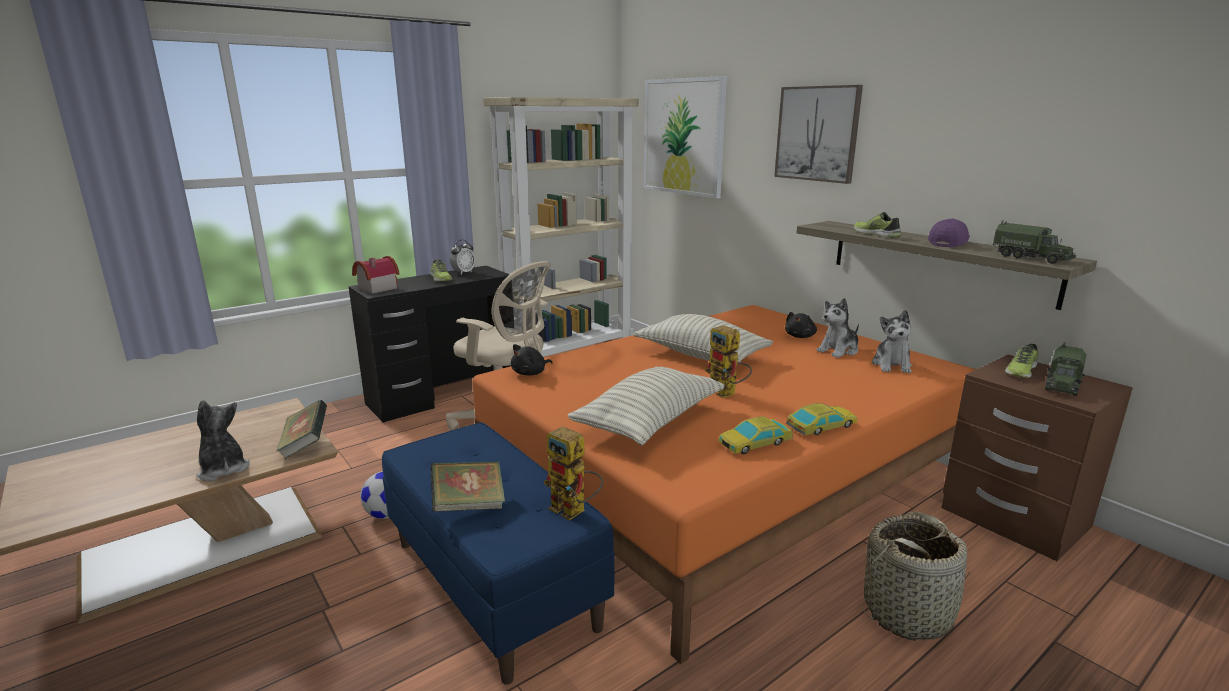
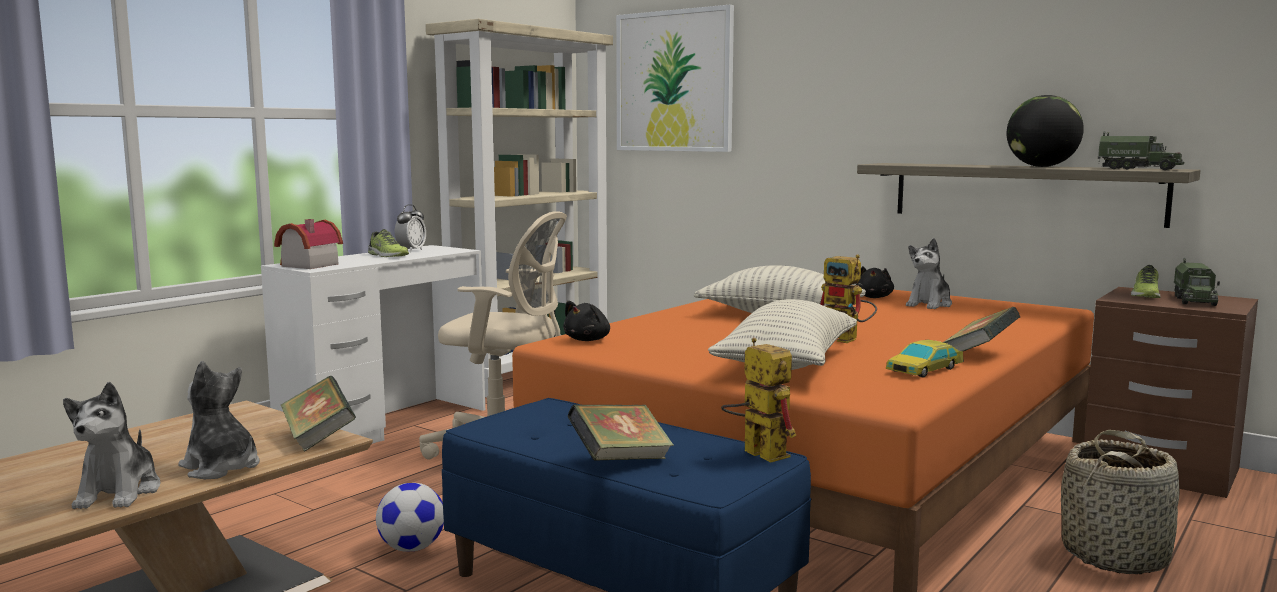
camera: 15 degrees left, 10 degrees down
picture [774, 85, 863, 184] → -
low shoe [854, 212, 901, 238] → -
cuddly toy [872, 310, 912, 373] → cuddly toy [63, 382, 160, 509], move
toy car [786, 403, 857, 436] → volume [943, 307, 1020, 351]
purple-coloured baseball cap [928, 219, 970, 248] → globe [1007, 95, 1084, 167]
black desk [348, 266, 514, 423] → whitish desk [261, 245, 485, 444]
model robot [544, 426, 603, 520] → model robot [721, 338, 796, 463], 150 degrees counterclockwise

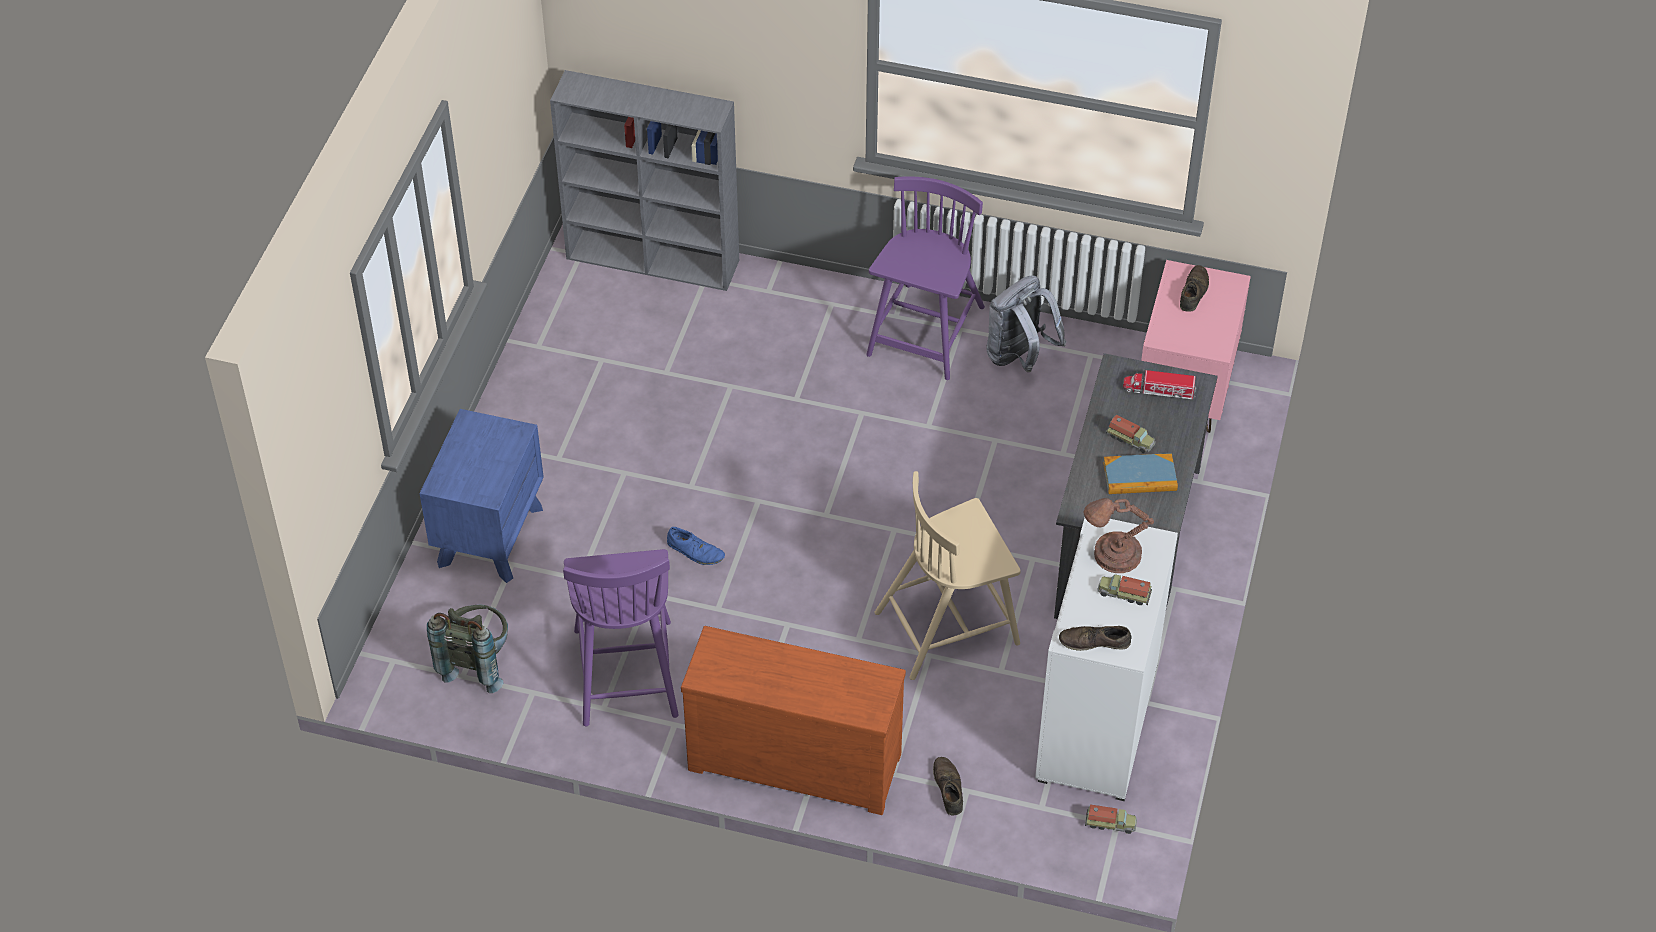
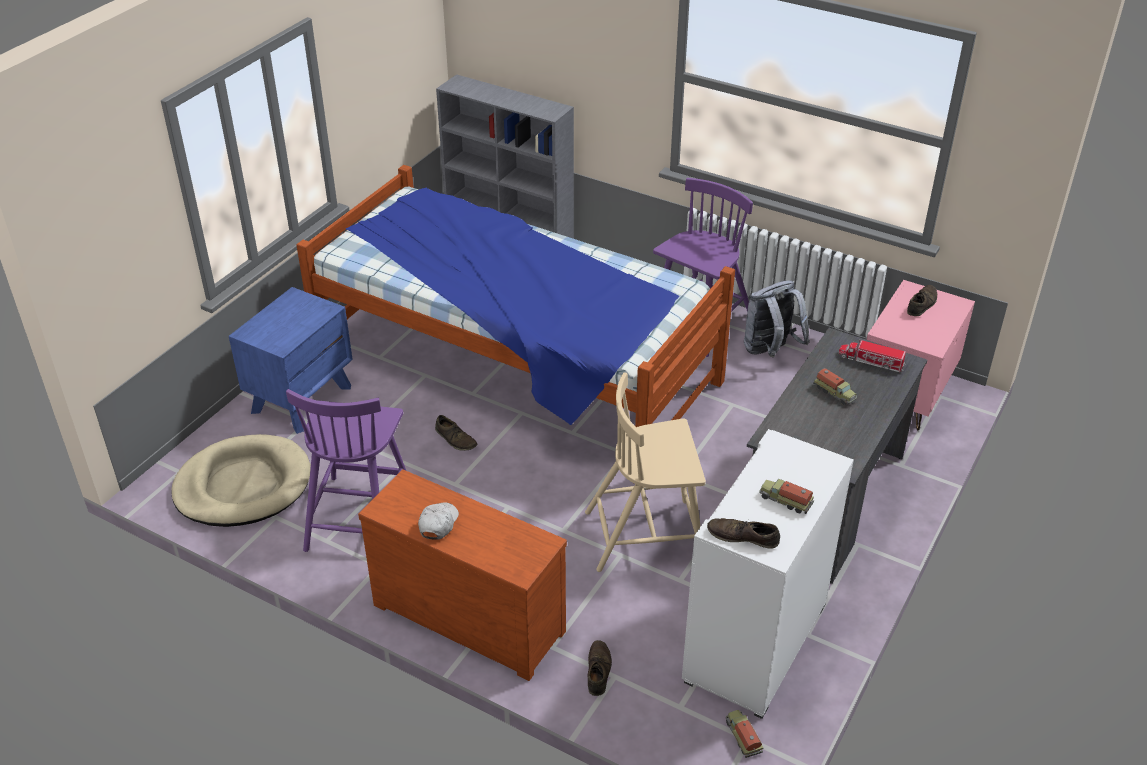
camera: 15 degrees right, 10 degrees down
brownish tabletop lamp [1084, 498, 1154, 573] → -
volume [1103, 453, 1178, 494] → -
- → bedroom bed [297, 165, 735, 427]
- → whitish baseball cap [418, 502, 459, 540]
gray rucksack [427, 605, 508, 693] → sand-coloured pet bed [172, 434, 311, 527]
blue-coloured low shoe [667, 527, 725, 565] → brownish low shoe [435, 415, 477, 451]
toy truck [1085, 804, 1137, 834] → toy truck [726, 710, 763, 758], 135 degrees counterclockwise

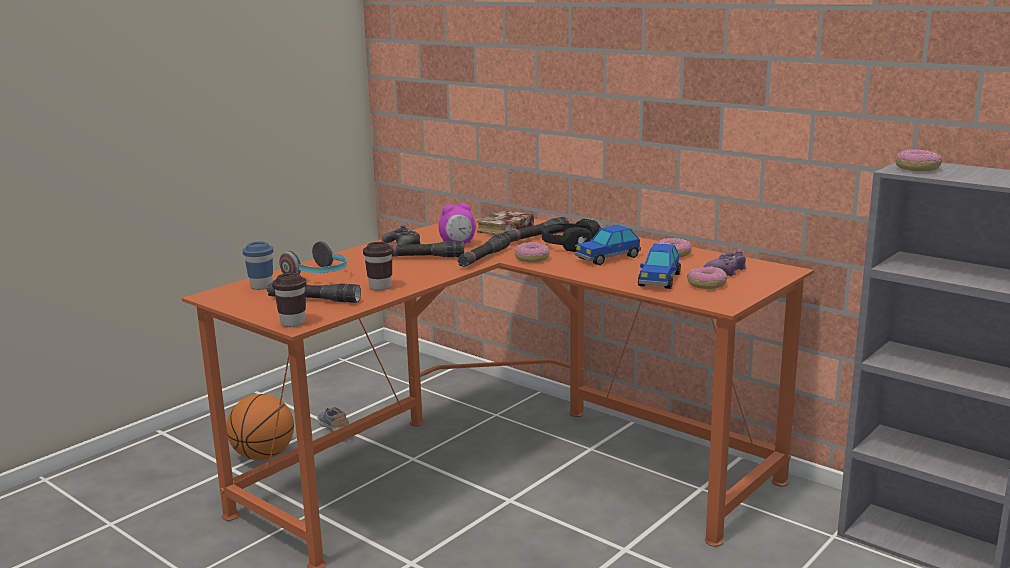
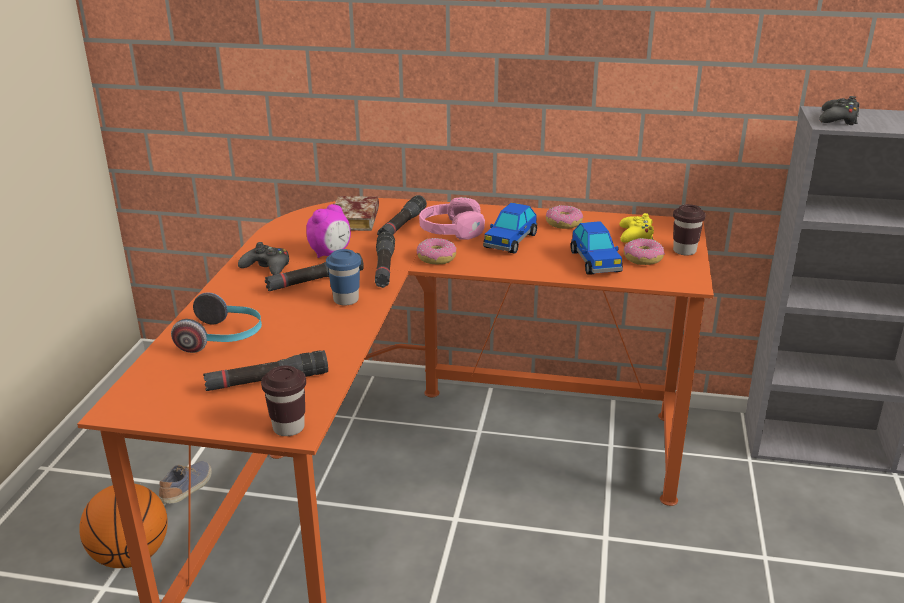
camera: 30 degrees left, 10 degrees up
blue-coloured small cup [242, 241, 273, 290] → blue-coloured small cup [326, 249, 361, 305], move
brownish small cup [363, 242, 393, 291] → brownish small cup [673, 204, 706, 255], move
ring doughnut [896, 149, 942, 171] → black game controller [819, 96, 860, 125]
black pair of headphones [542, 218, 601, 252] → pink-coloured pair of headphones [419, 197, 485, 240]
purple-coloured game controller [704, 251, 746, 276] → yellowish game controller [619, 213, 654, 243]
low shoe [317, 407, 349, 431] → low shoe [159, 461, 212, 504], 75 degrees clockwise

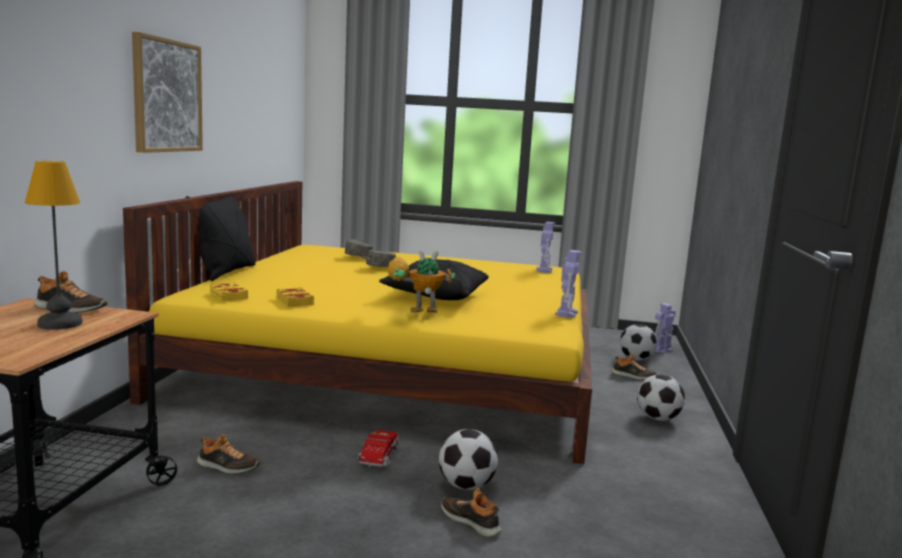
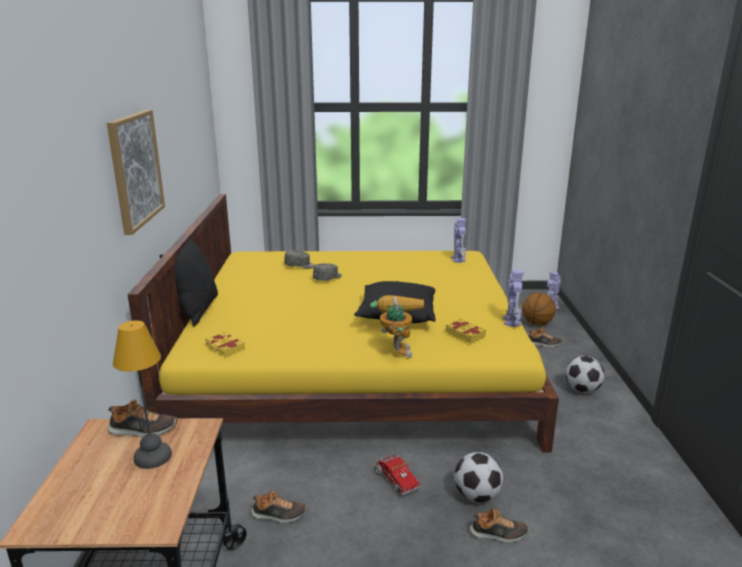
camera: 10 degrees left, 10 degrees up
yellowish volume [276, 287, 314, 307] → yellowish volume [446, 319, 486, 343], move
football [620, 324, 657, 361] → basketball [522, 293, 556, 325]
toy truck [358, 430, 399, 467] → toy truck [375, 455, 420, 495], 150 degrees clockwise
model robot [387, 250, 455, 313] → model robot [370, 295, 424, 358], 105 degrees clockwise
low shoe [441, 488, 502, 537] → low shoe [470, 509, 529, 542], 150 degrees clockwise

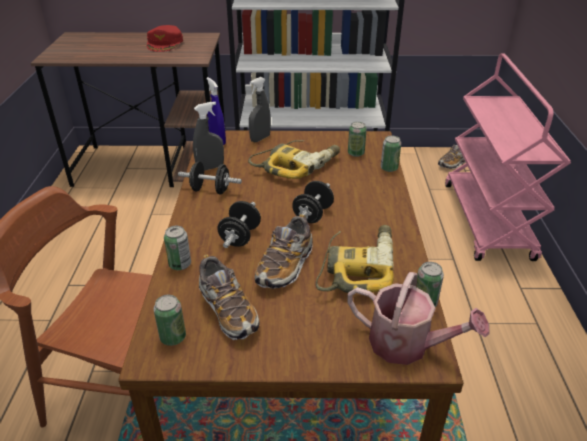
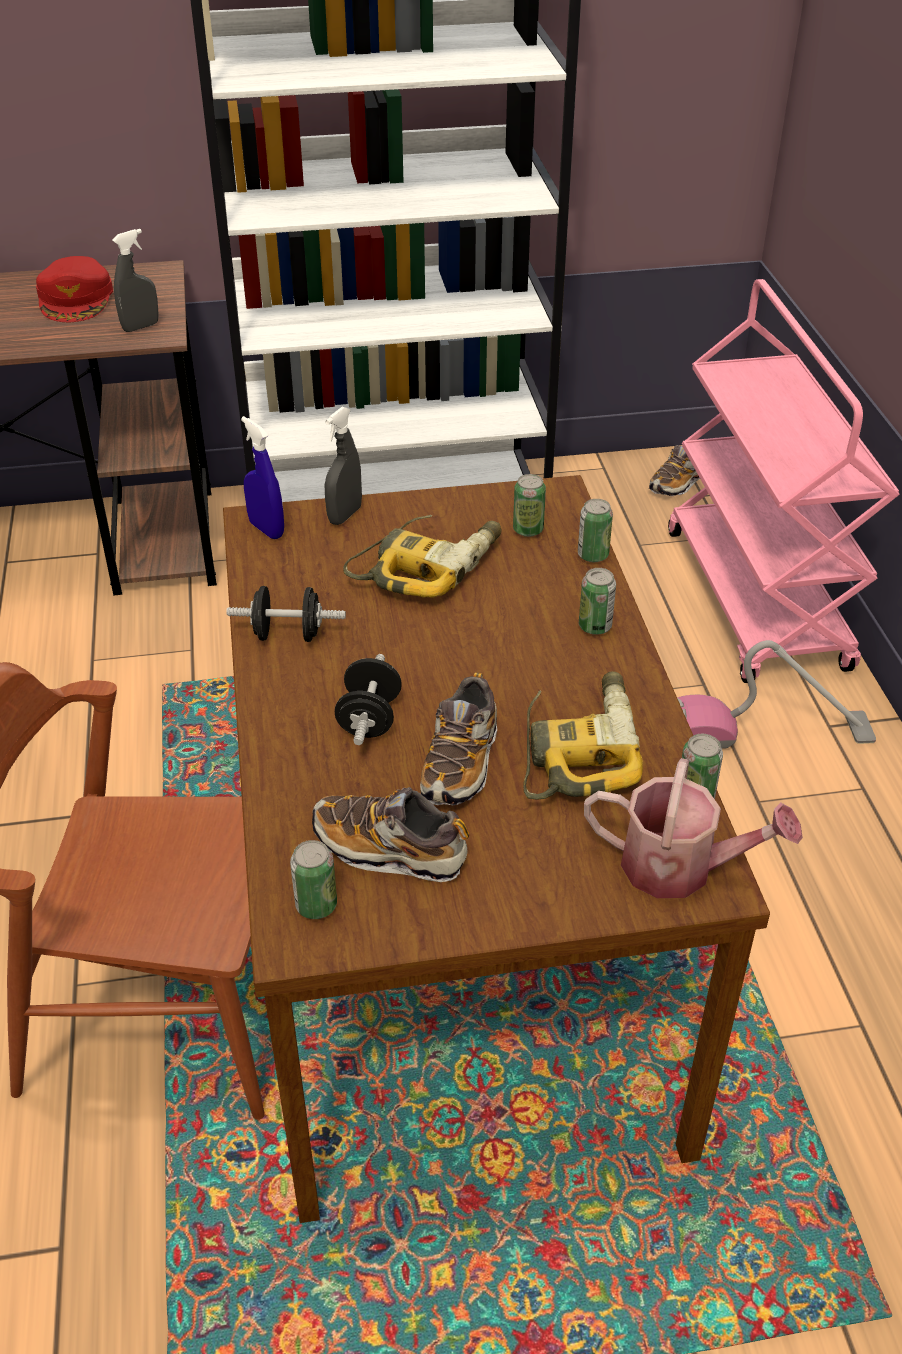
camera: 10 degrees left, 5 degrees up
black dumbbell [292, 181, 334, 223] → -
- → vacuum [677, 640, 876, 749]
sealed can [164, 226, 191, 270] → sealed can [579, 568, 616, 635], move
gray hand sprayer [193, 102, 224, 171] → gray hand sprayer [112, 229, 159, 332], move
low shoe [199, 254, 259, 340] → low shoe [312, 787, 469, 882], 150 degrees clockwise

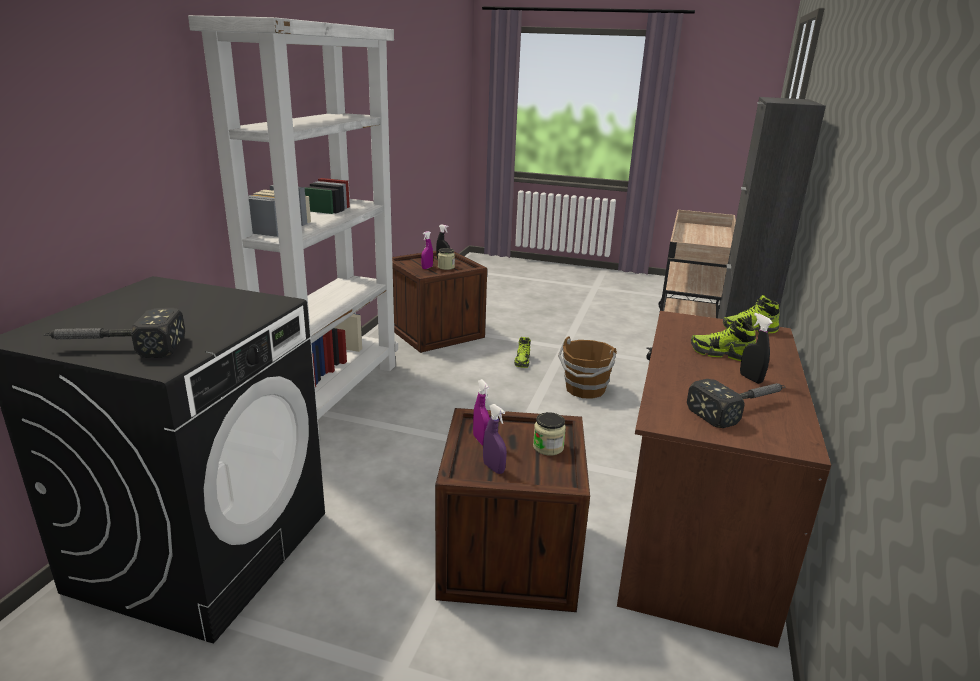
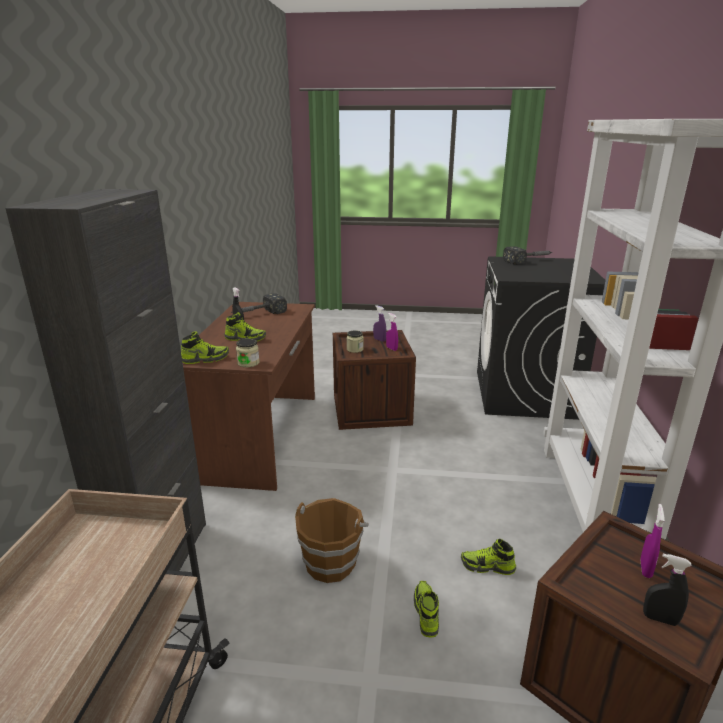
camera: 170 degrees right, 0 degrees up
- → low shoe [461, 539, 516, 575]
jar [438, 248, 455, 270] → jar [236, 338, 260, 367], move

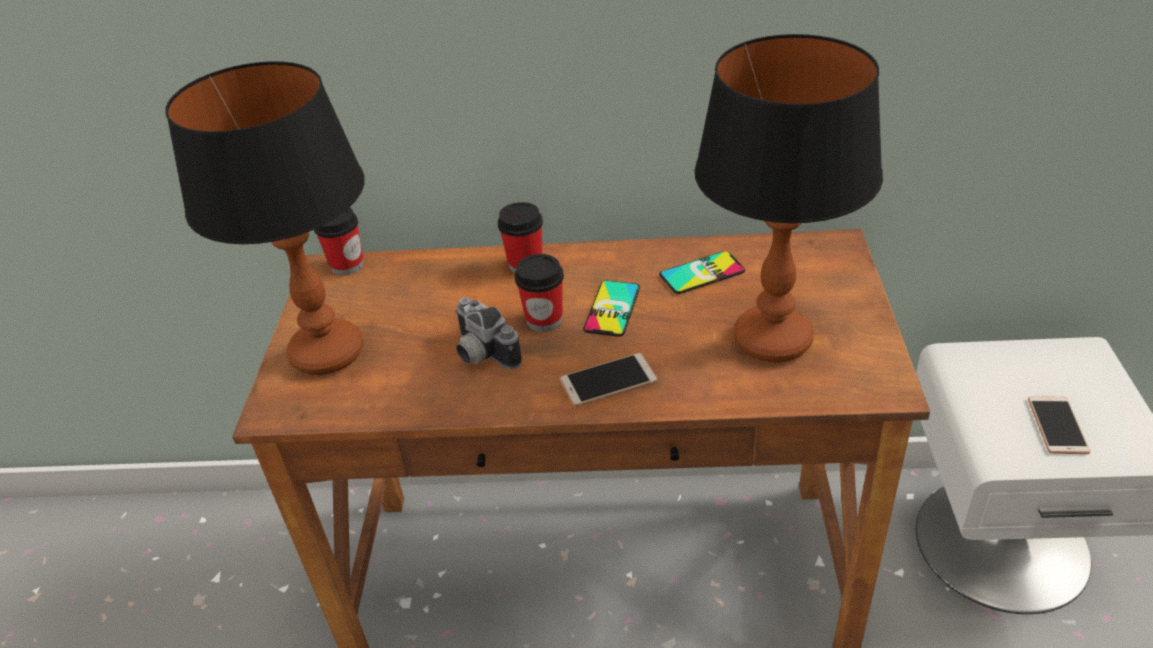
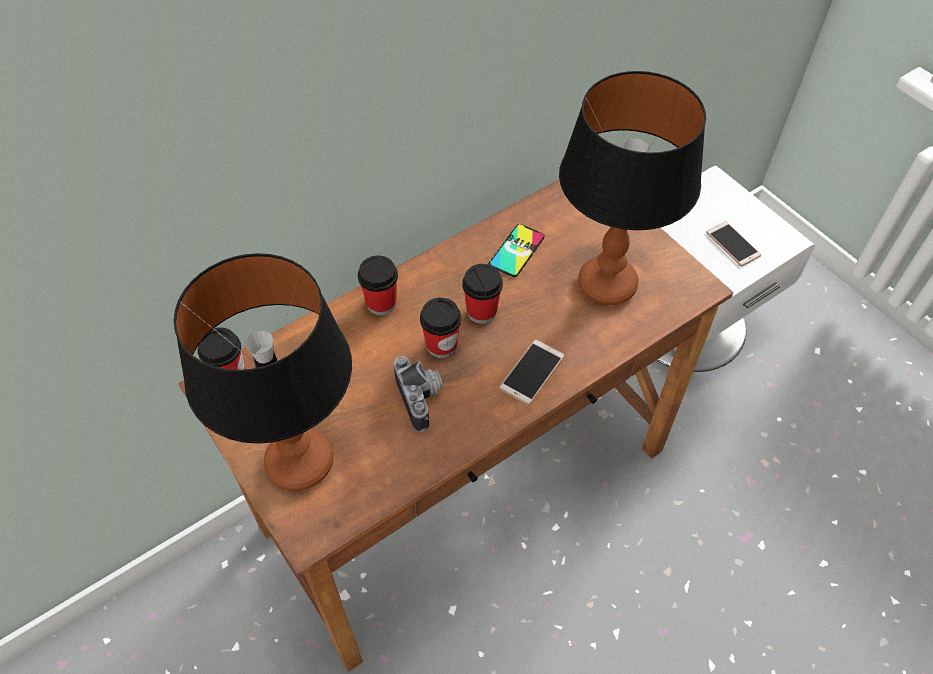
camera: 40 degrees left, 15 degrees up
handset [583, 281, 640, 337] → small cup [462, 264, 503, 324]
still camera [455, 297, 522, 369] → still camera [394, 356, 443, 432], 120 degrees counterclockwise

